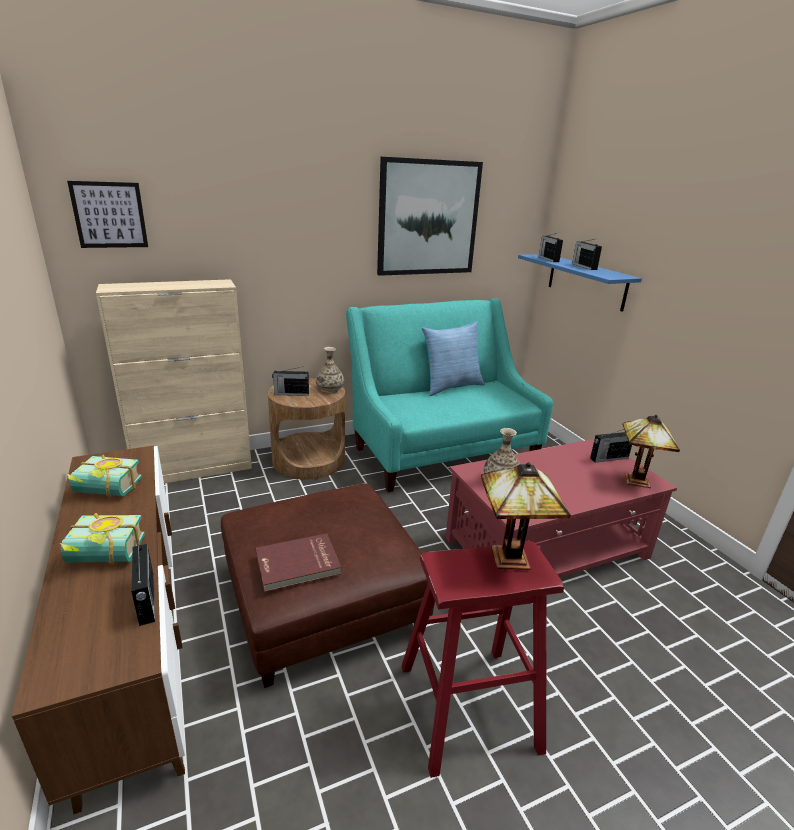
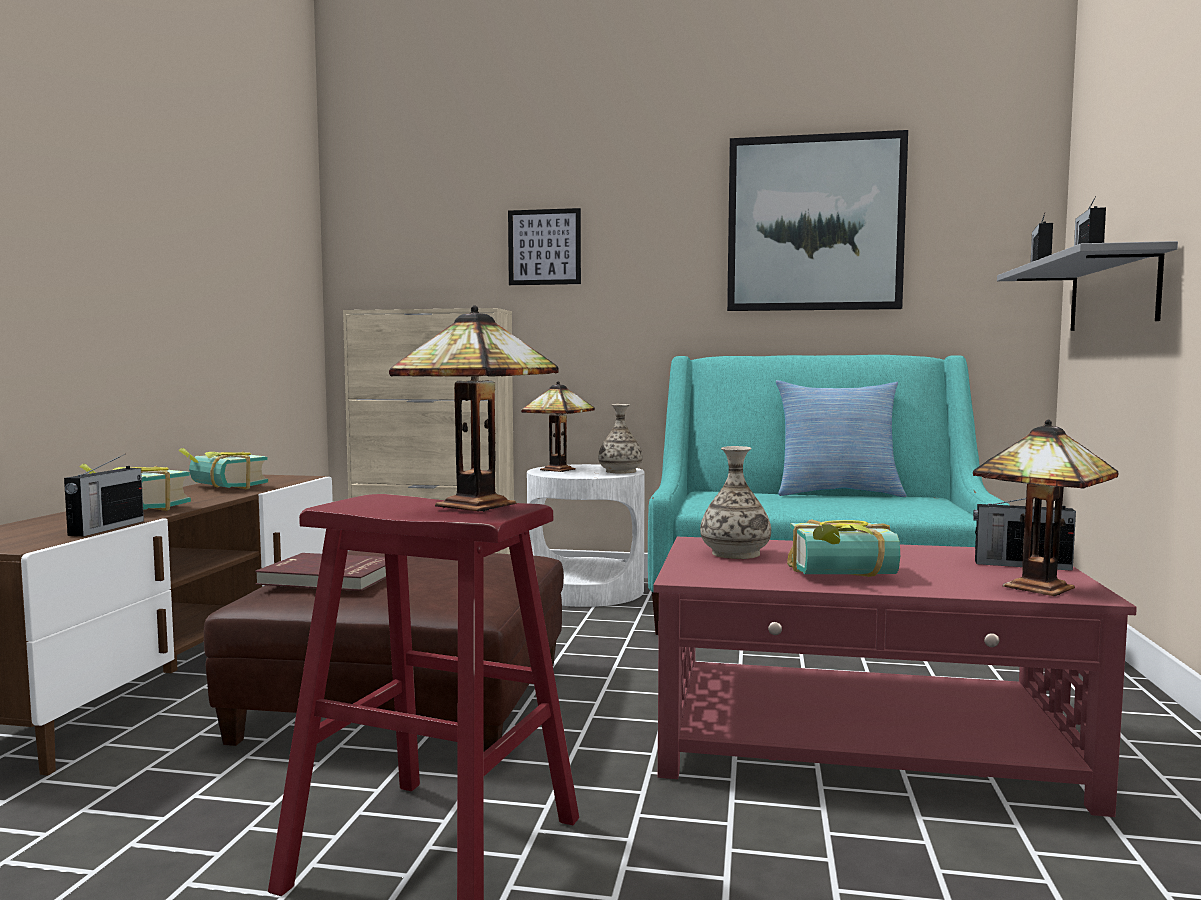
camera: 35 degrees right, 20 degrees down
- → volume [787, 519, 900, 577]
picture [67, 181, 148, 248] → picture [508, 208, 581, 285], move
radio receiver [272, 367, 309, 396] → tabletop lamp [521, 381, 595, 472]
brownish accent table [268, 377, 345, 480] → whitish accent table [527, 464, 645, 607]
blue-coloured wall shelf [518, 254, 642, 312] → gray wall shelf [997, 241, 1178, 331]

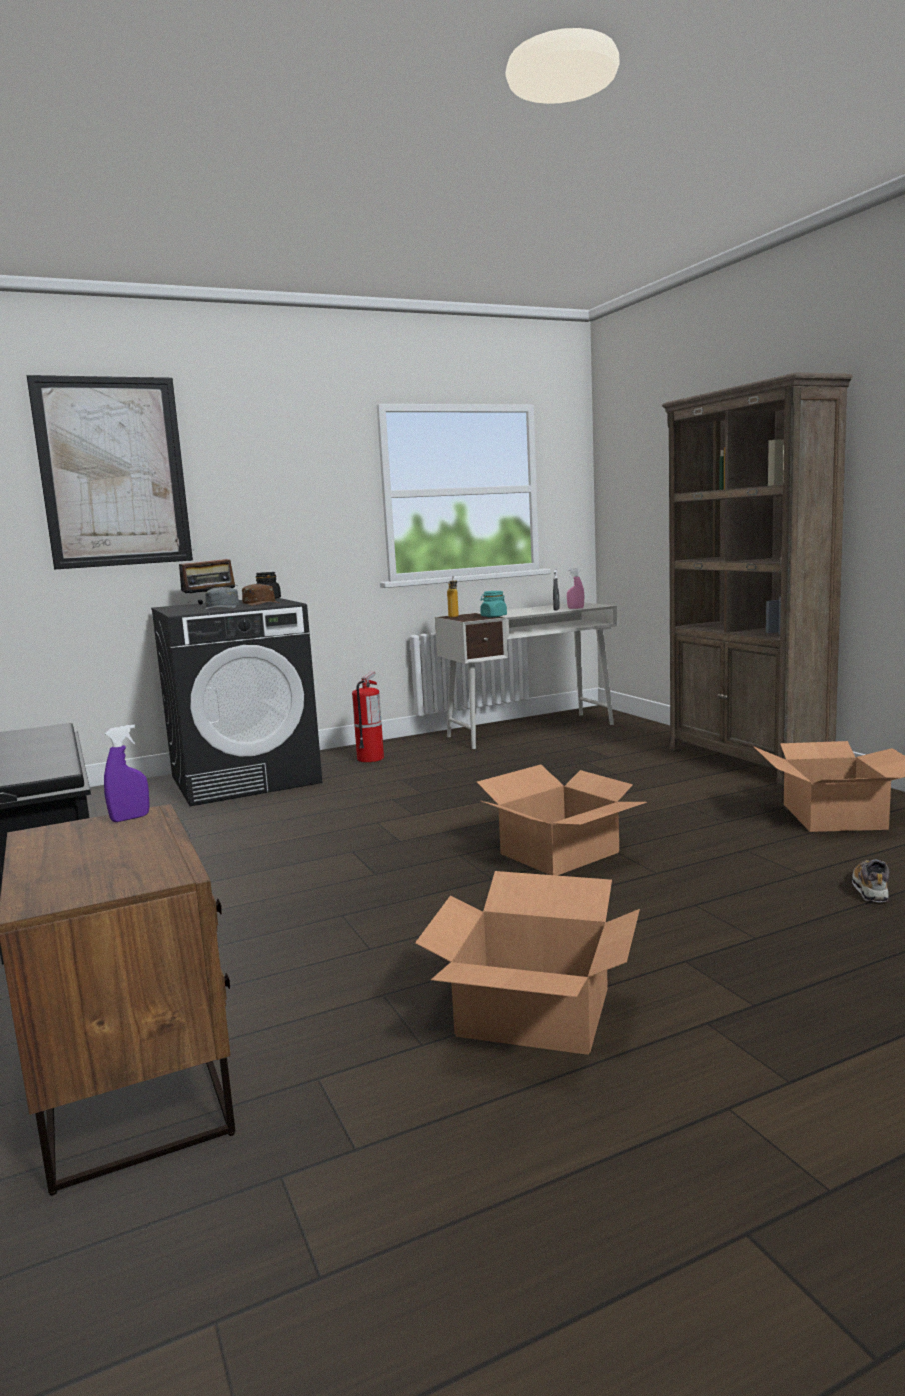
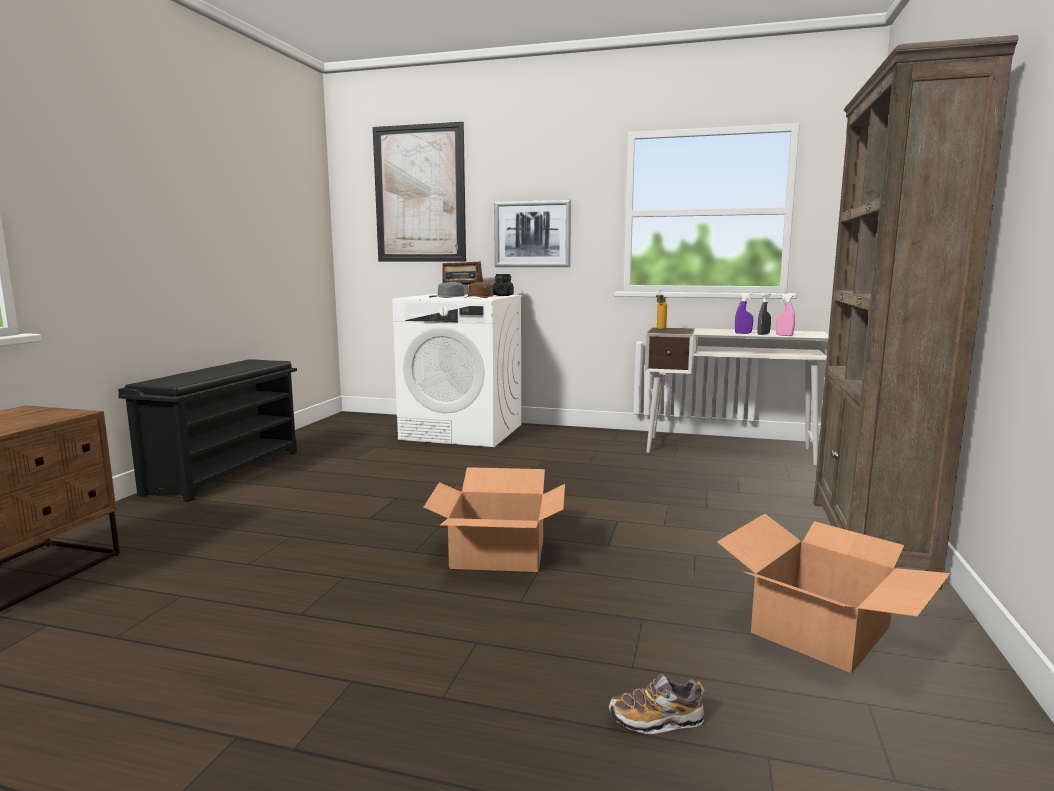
camera: 40 degrees right, 0 degrees up
extinguisher [352, 671, 384, 762] → -
carton [415, 871, 640, 1055] → -
turquoise jar [480, 591, 507, 617] → -
- → picture [494, 200, 571, 267]
purple-coloured hand sprayer [104, 725, 150, 822] → purple-coloured hand sprayer [735, 293, 753, 334], move
black washing machine [151, 598, 322, 806] → whitish washing machine [392, 294, 522, 447]
low shoe [852, 859, 889, 903] → low shoe [609, 674, 705, 734], 150 degrees counterclockwise

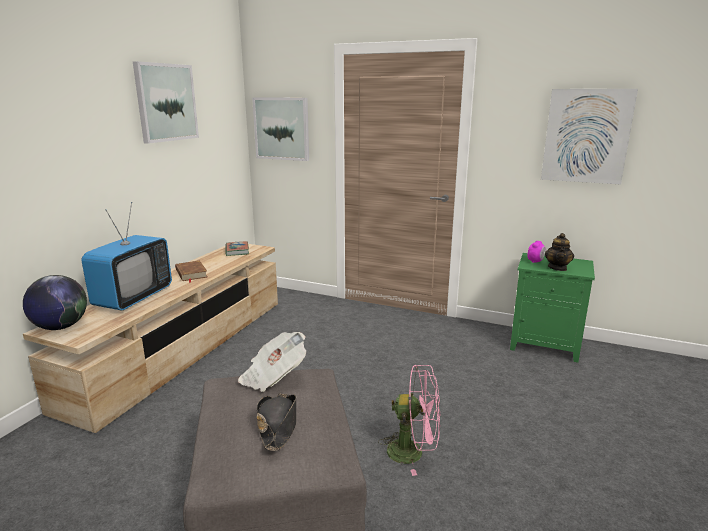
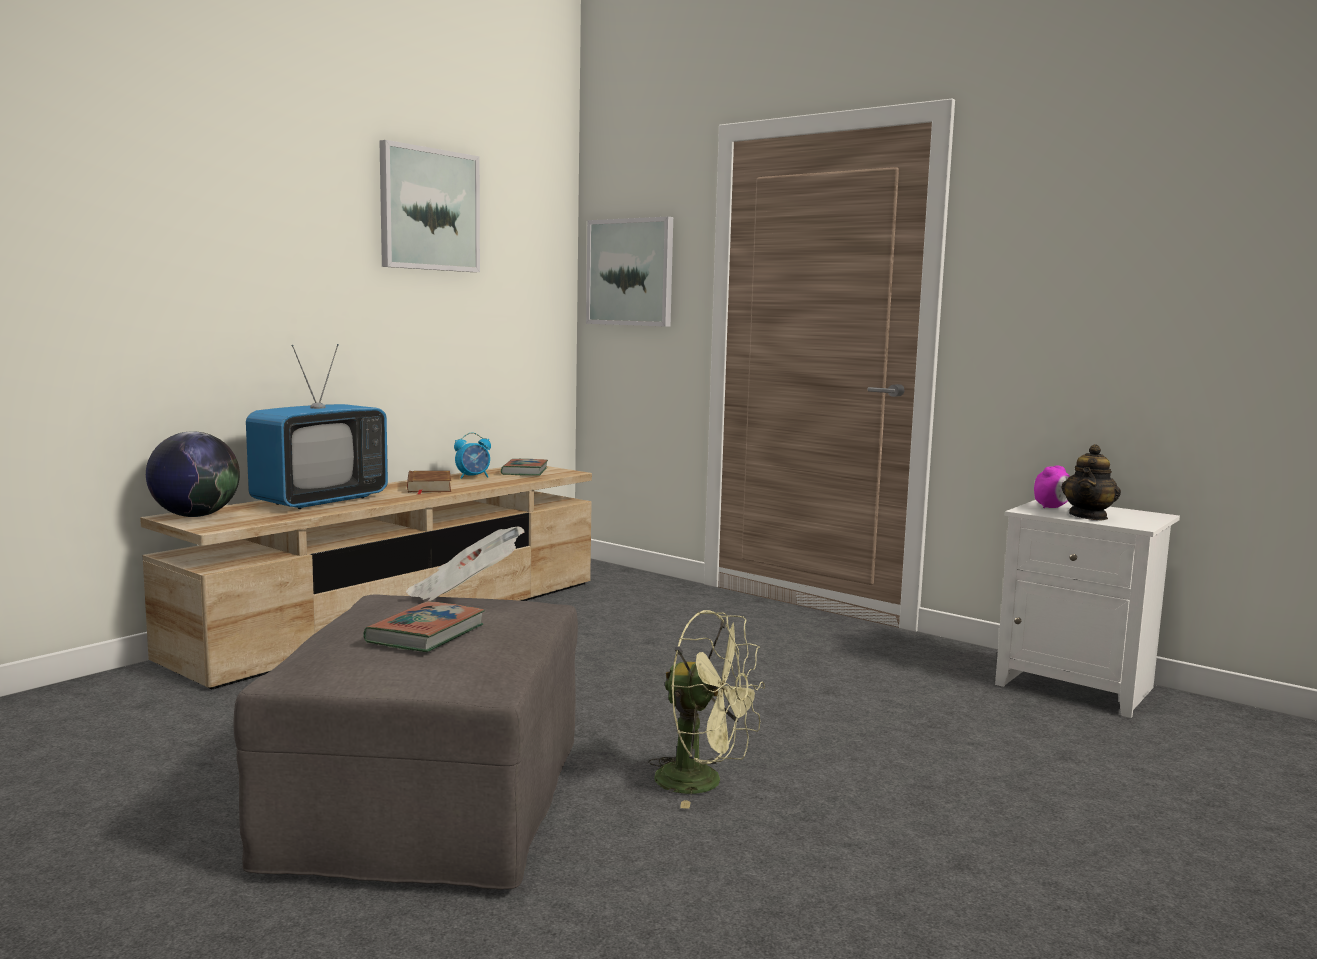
camera: 15 degrees right, 10 degrees down
picture [541, 89, 638, 184] → -
- → alarm clock [454, 432, 491, 479]
black wearable hat [257, 393, 296, 451] → volume [363, 601, 485, 652]
pink-coloured electric fan [378, 365, 441, 476] → green electric fan [648, 610, 765, 808]
green bedside table [510, 253, 595, 362] → whitish bedside table [995, 500, 1180, 718]

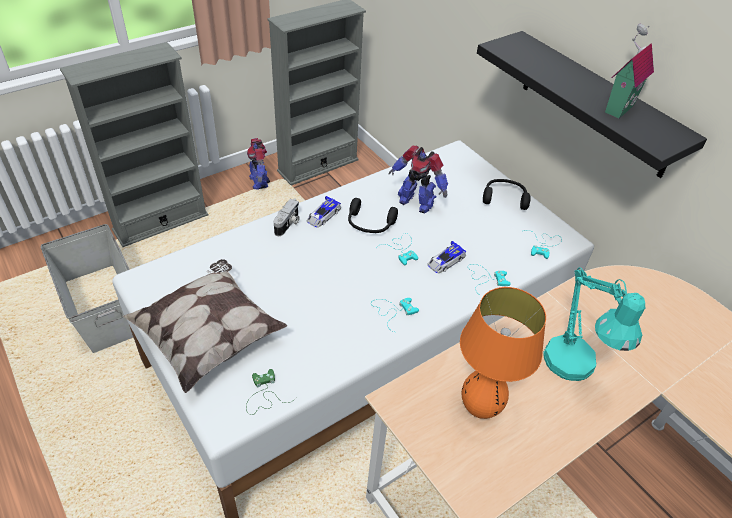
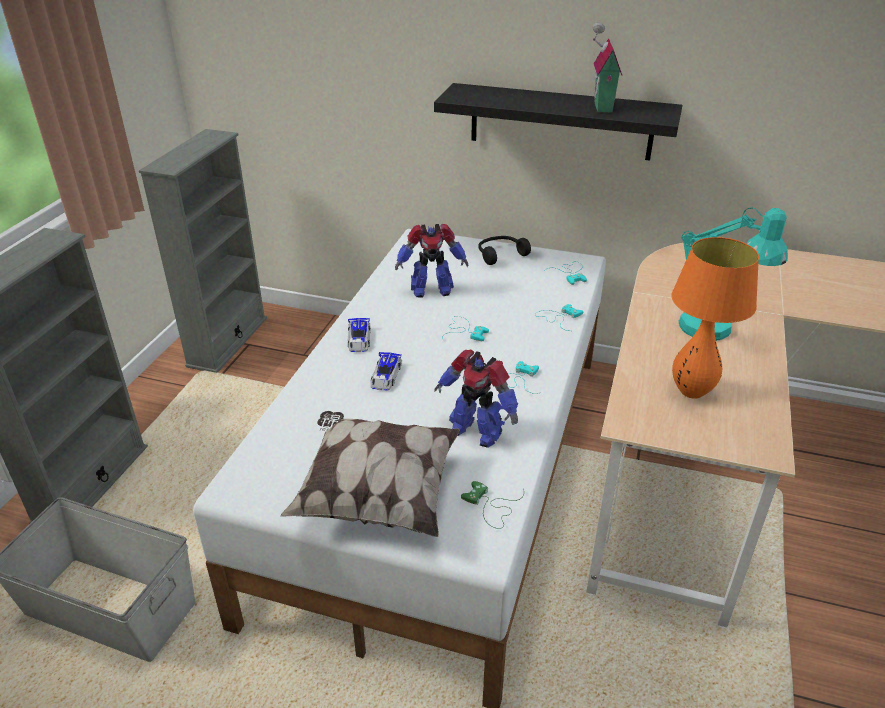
camera: 35 degrees left, 10 degrees down
still camera [274, 198, 300, 236] → -
black pair of headphones [348, 198, 398, 233] → -
model robot [247, 138, 270, 189] → model robot [434, 350, 518, 448], move
toy car [428, 241, 467, 274] → toy car [371, 352, 402, 391], move

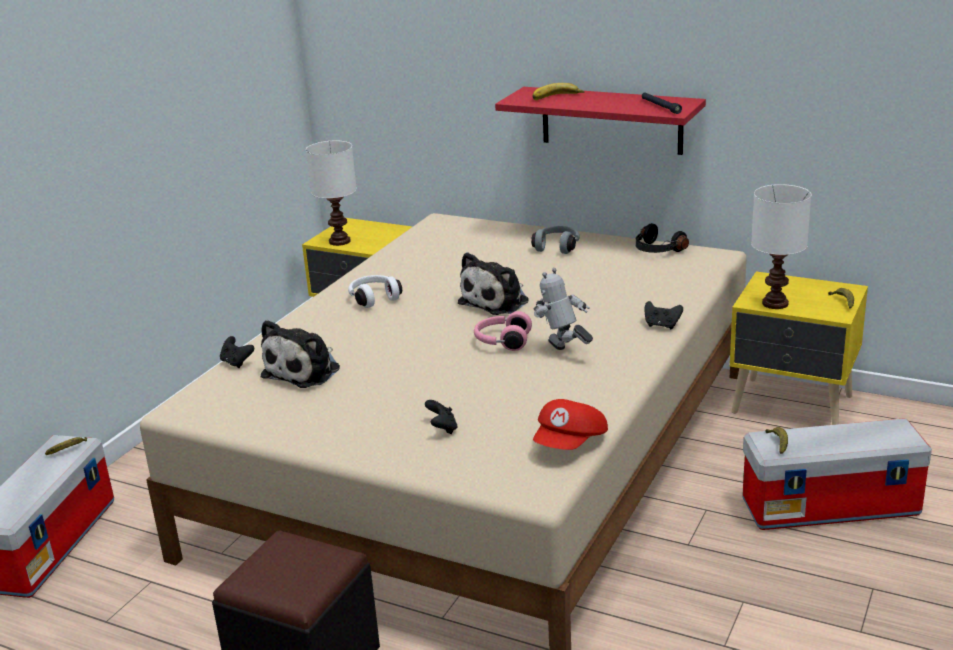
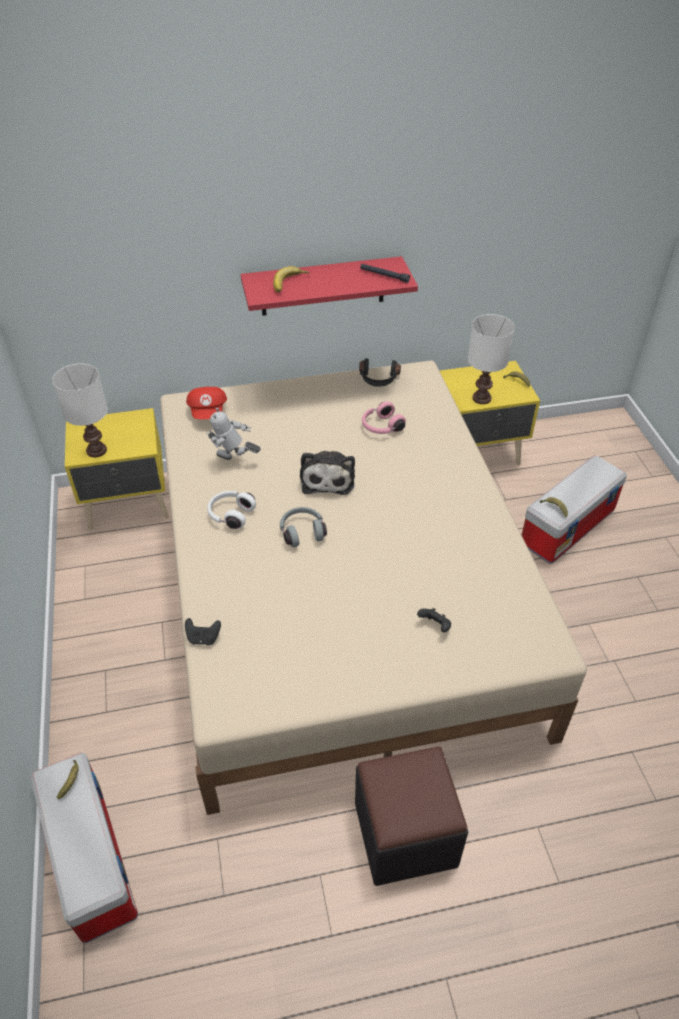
camera: 40 degrees left, 20 degrees up
cuddly toy [261, 320, 340, 388] → -
black game controller [644, 301, 683, 329] → -
pink-coloured pair of headphones [474, 311, 532, 351] → pink-coloured pair of headphones [362, 401, 406, 434], move
gray pair of headphones [531, 226, 580, 254] → gray pair of headphones [280, 507, 327, 547], move
reddish baseball cap [533, 399, 608, 450] → reddish baseball cap [186, 387, 227, 419], move
model robot [534, 268, 593, 350] → model robot [207, 407, 261, 460], move

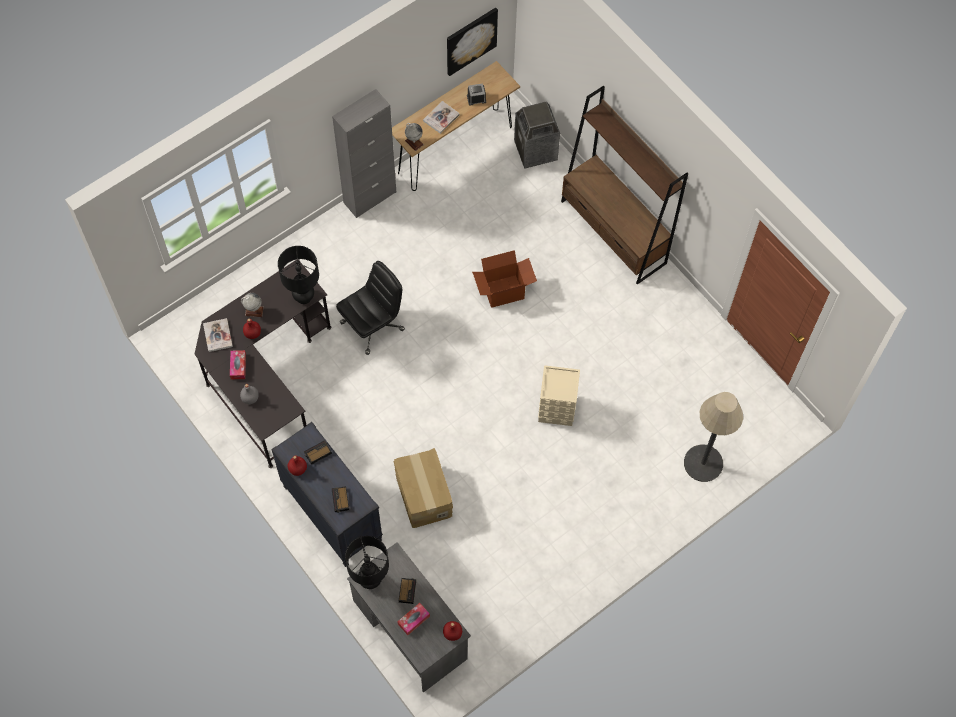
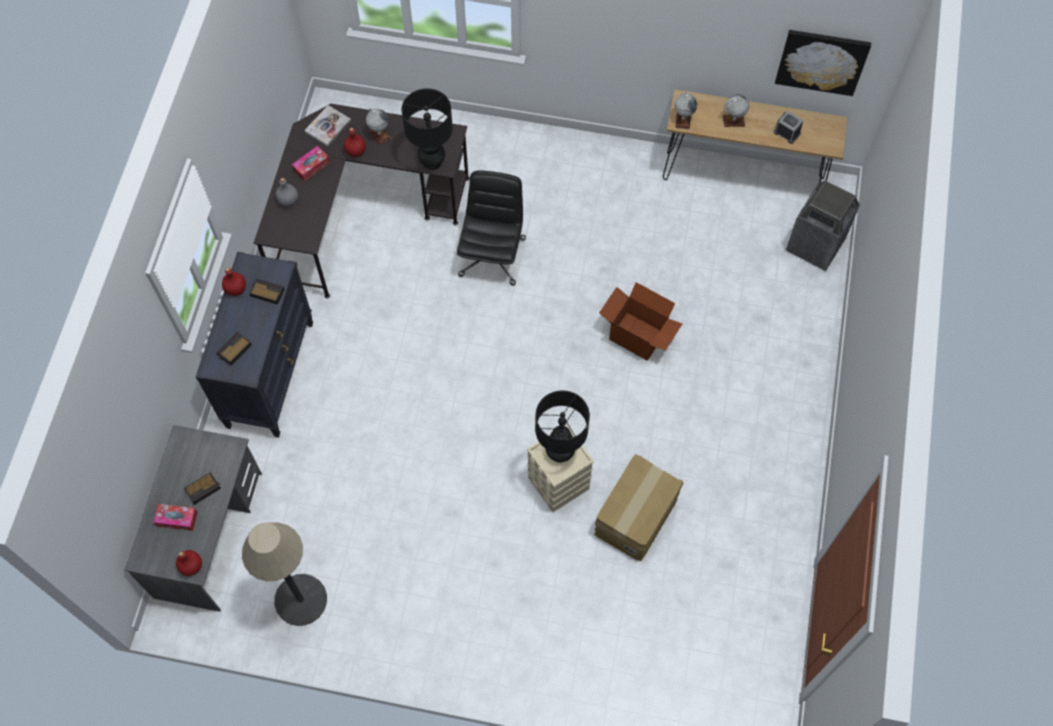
camera: 50 degrees right, 0 degrees up
gray storage cabinet [332, 89, 396, 218] → -
brownish shelving unit [561, 86, 688, 285] → -
black tabletop lamp [345, 536, 389, 589] → black tabletop lamp [535, 391, 590, 463], move
carton [394, 448, 453, 528] → carton [594, 454, 683, 561], move
standard lamp [684, 392, 743, 482] → standard lamp [242, 523, 327, 626], move
volume [423, 101, 460, 134] → globe [723, 94, 749, 127]
black computer chair [336, 261, 405, 355] → black computer chair [457, 170, 526, 286], 90 degrees counterclockwise

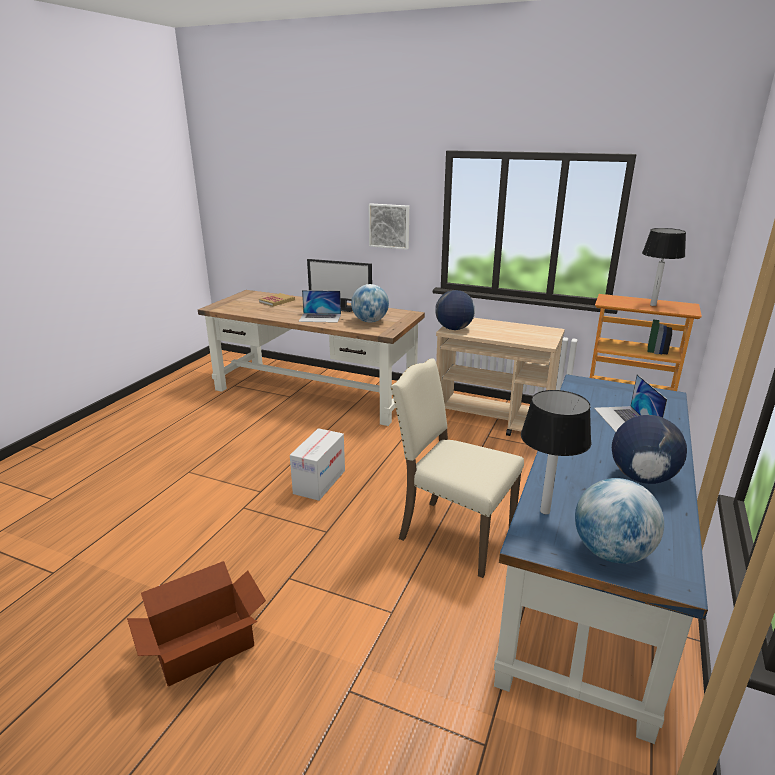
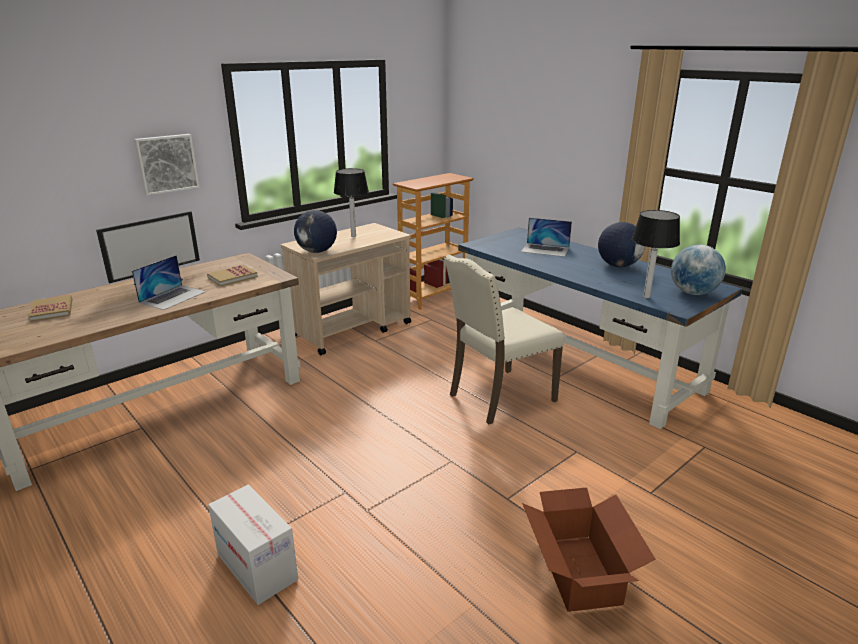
camera: 65 degrees left, 0 degrees up
carton [290, 428, 345, 501] → carton [208, 484, 298, 605], move
tabletop lamp [642, 228, 686, 306] → tabletop lamp [334, 168, 369, 237], move
globe [351, 284, 389, 322] → volume [207, 265, 258, 286]

